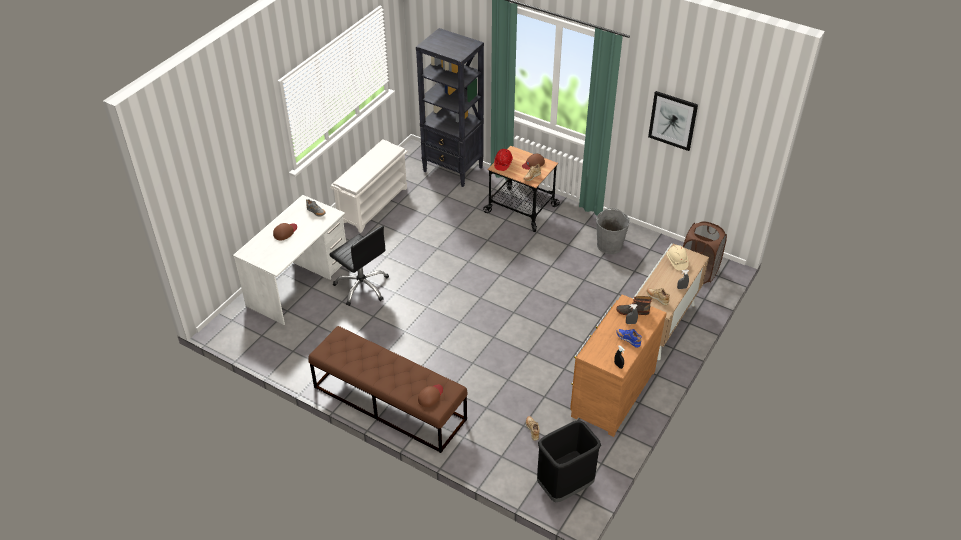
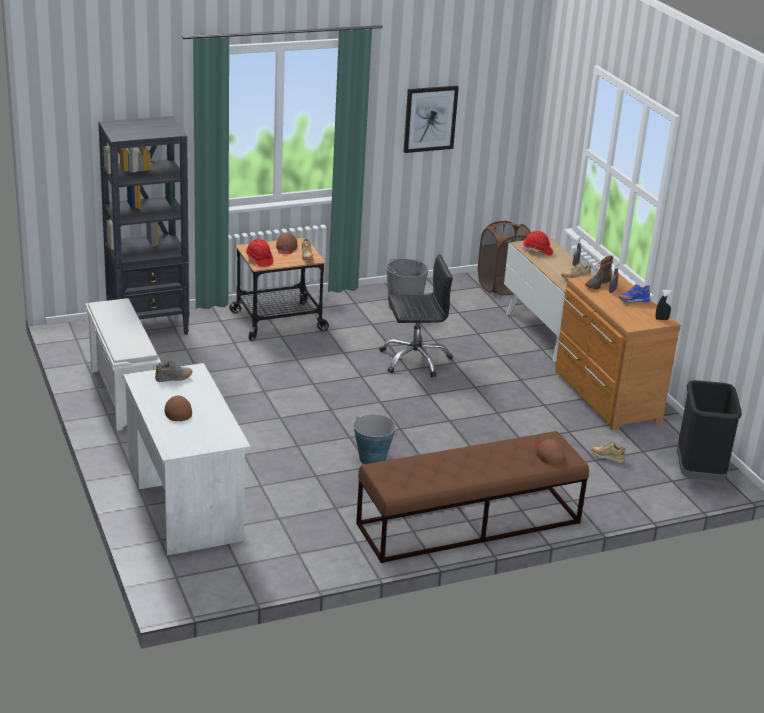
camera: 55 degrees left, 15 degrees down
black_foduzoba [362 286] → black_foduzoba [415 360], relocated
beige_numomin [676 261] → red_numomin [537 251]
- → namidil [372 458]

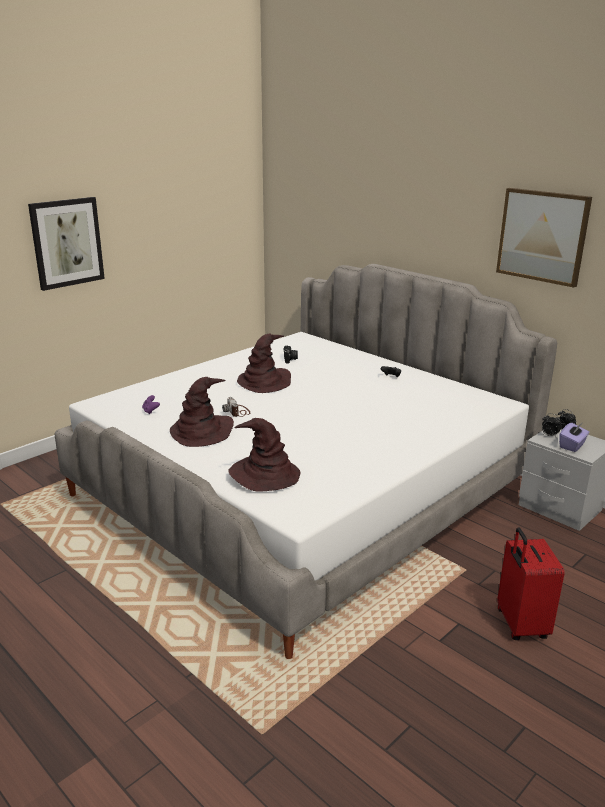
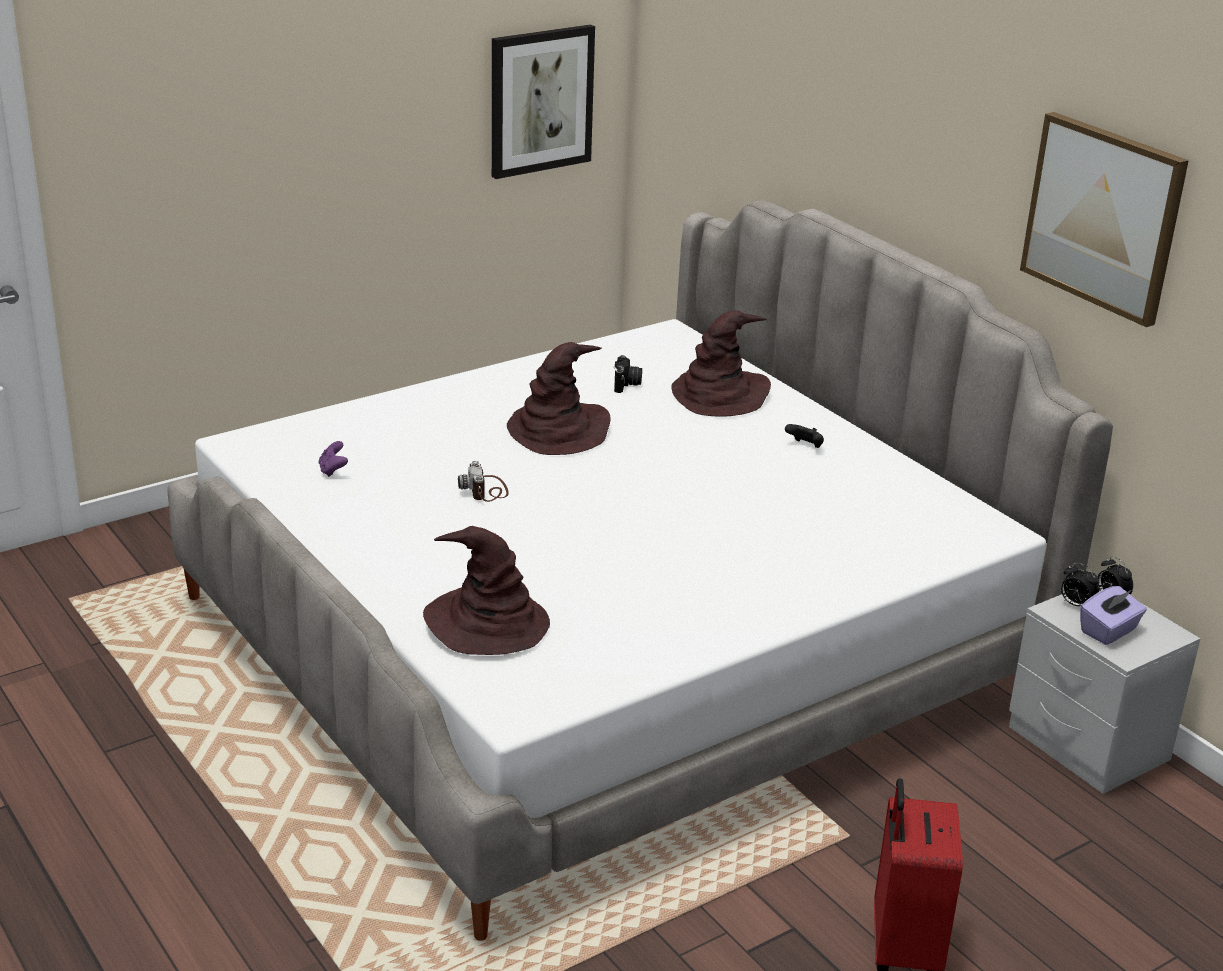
camera: 10 degrees right, 5 degrees up
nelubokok [67 242] → nelubokok [540 100], relocated
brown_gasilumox [202 431] → brown_gasilumox [720 394], relocated

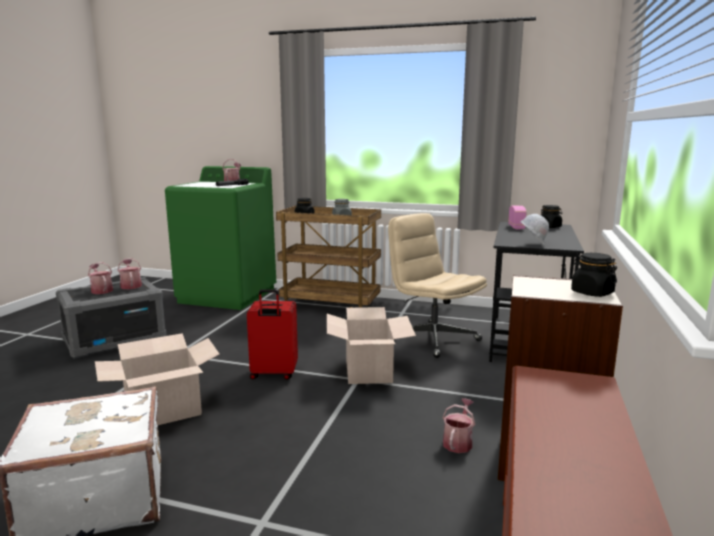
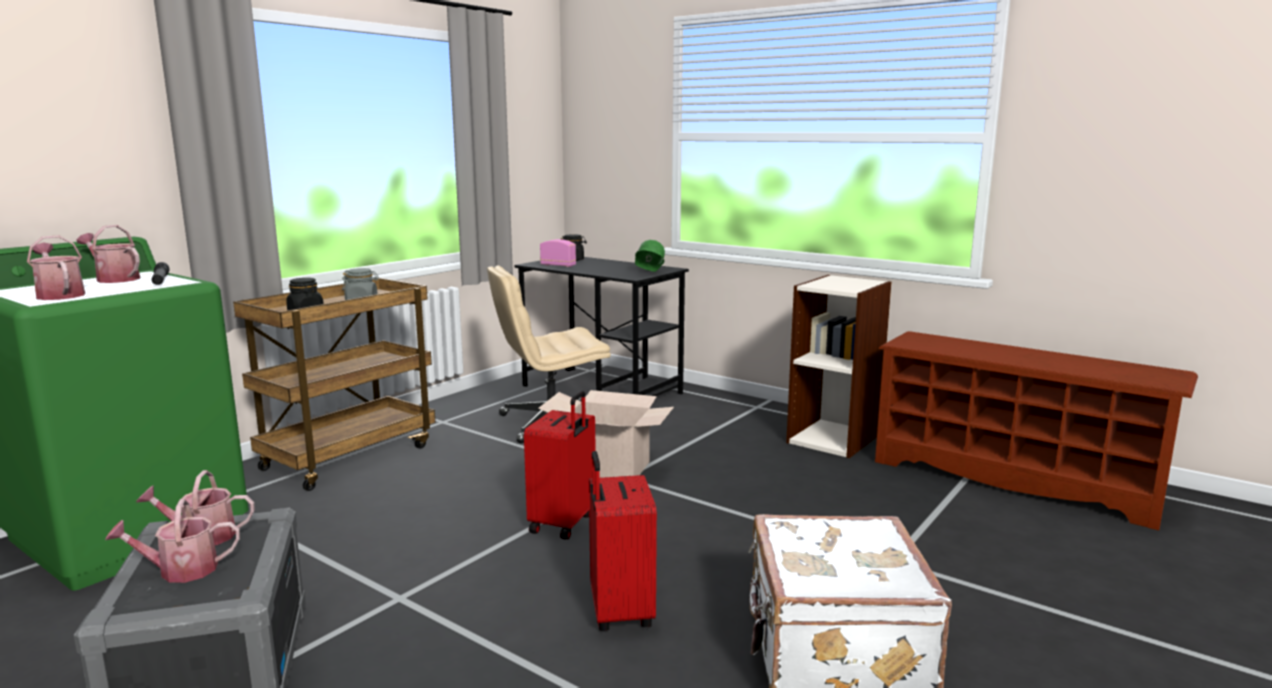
camera: 70 degrees left, 0 degrees up
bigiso [163 410] → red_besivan [618 612]
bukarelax [458 442] → bukarelax [59 295], relocated
white_numomin [532 244] → green_numomin [648 273]
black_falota [591 293] → -

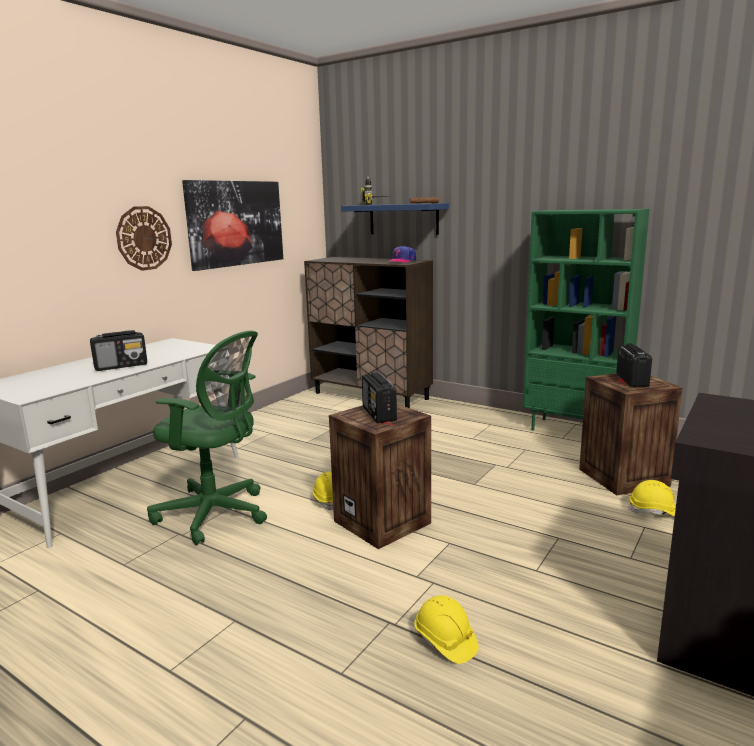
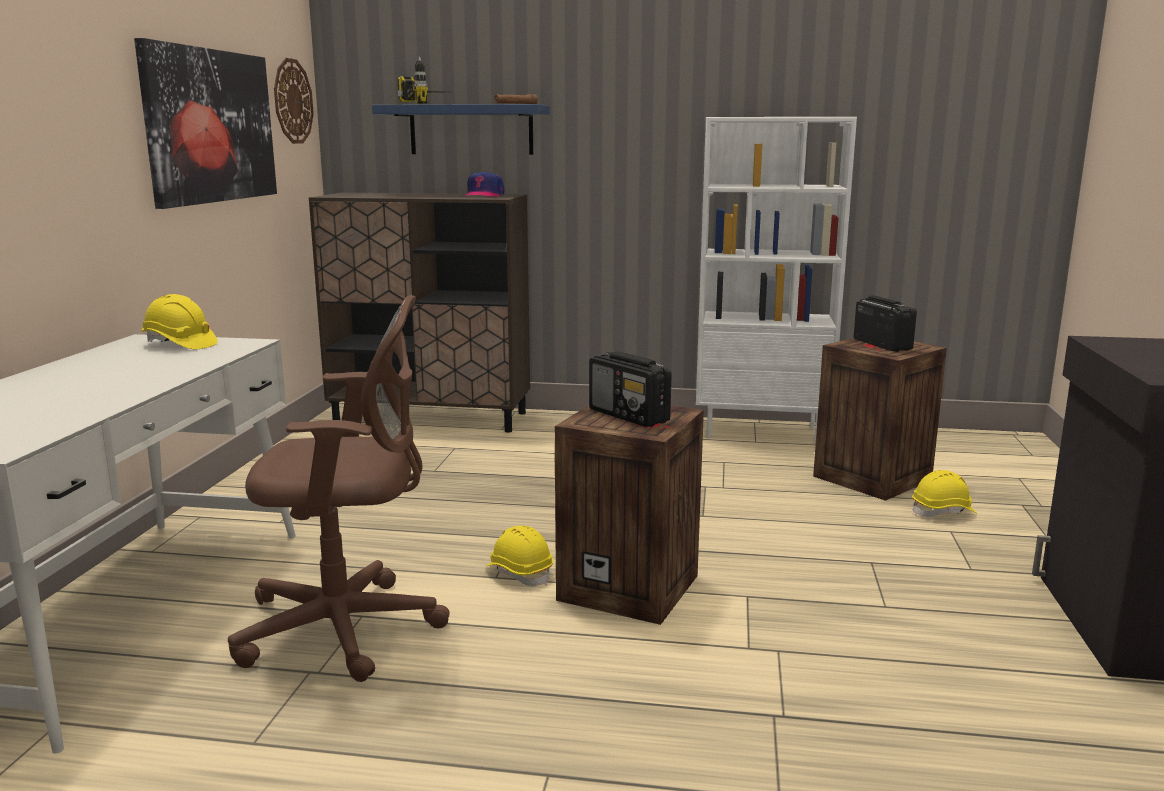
camera: 25 degrees left, 0 degrees up
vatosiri [121 366] → -
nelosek [144 238] → nelosek [292 101], relocated
green_foduzoba [216 514] → brown_foduzoba [348 629]
yellow_numomin [445 641] → yellow_numomin [180 344], relocated
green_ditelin [575 431] → white_ditelin [762 431]

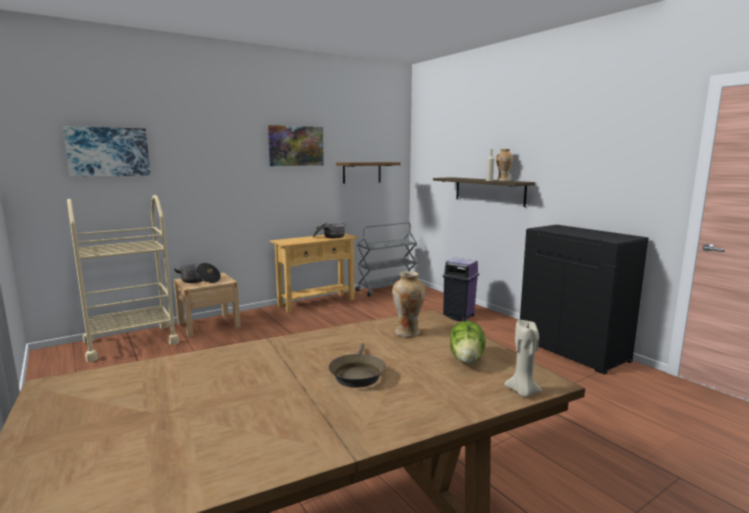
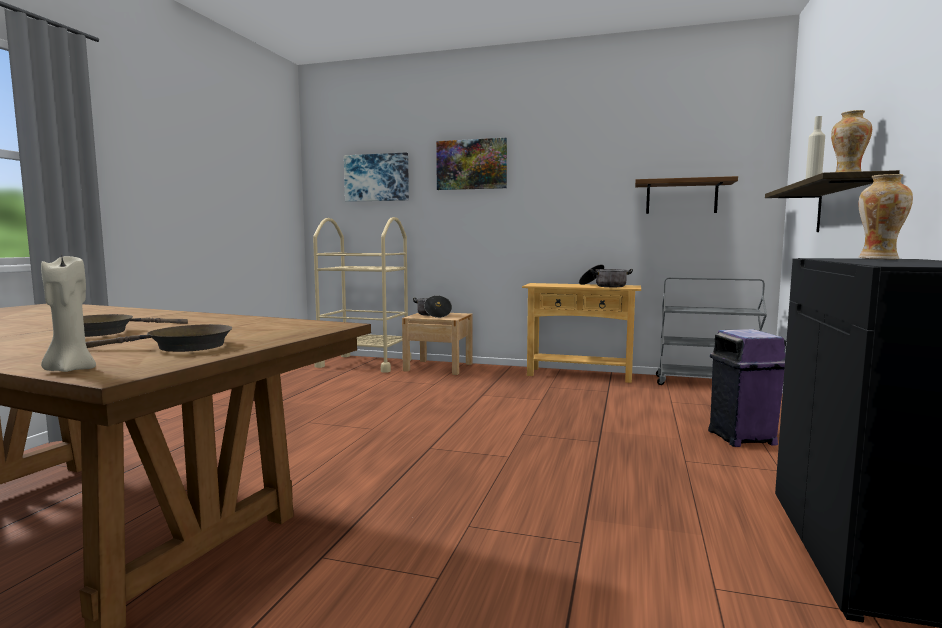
camera: 50 degrees right, 5 degrees down
nelubokok [296 146] → nelubokok [471 164], relocated
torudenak [407 332] → torudenak [879 259], relocated
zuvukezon [467 359] → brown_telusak [183 347]

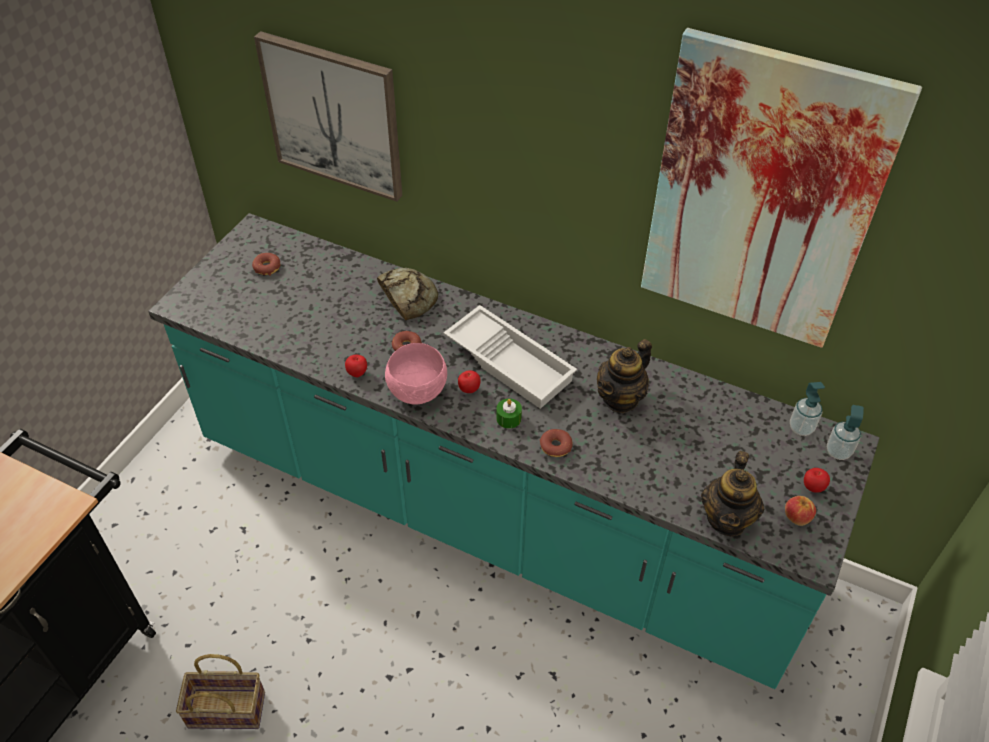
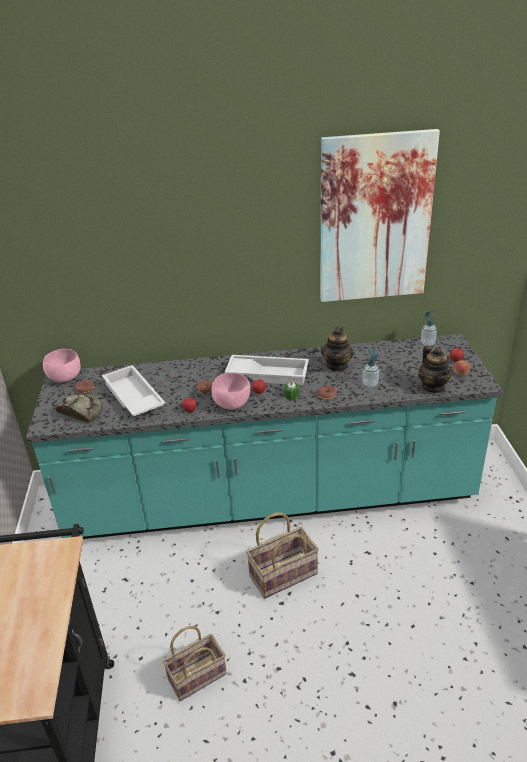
camera: 30 degrees left, 15 degrees down
nelubokok [334 116] → -
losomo [407 296] → losomo [81 411], relocated
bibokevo [838 451] → bibokevo [370 384], relocated
- → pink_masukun [65 378]
- → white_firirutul [132 397]
- → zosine [283 574]

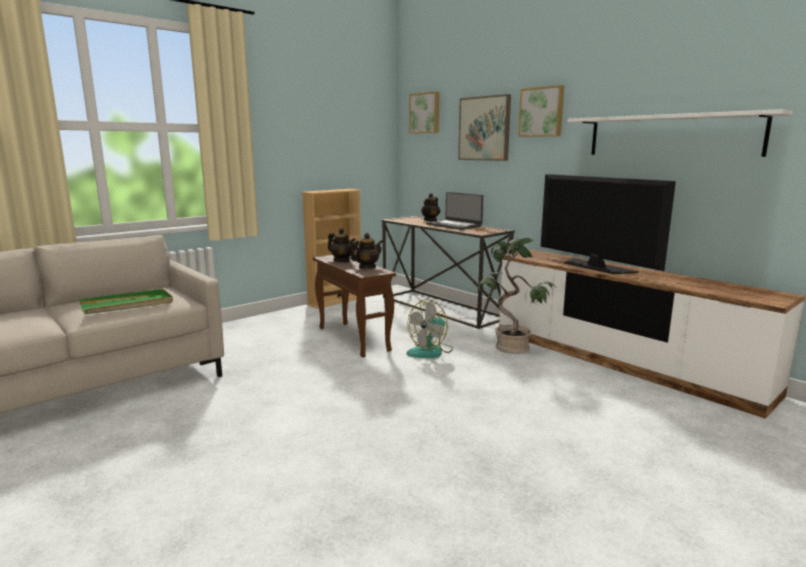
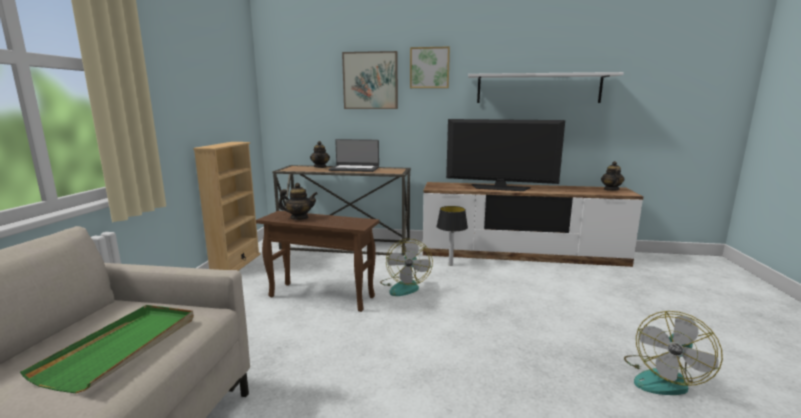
camera: 40 degrees left, 0 degrees up
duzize [367 267] → duzize [611 189], relocated
nelubokok [425 113] → -
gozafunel [511 348] → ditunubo [450 264]
- → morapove [663 378]

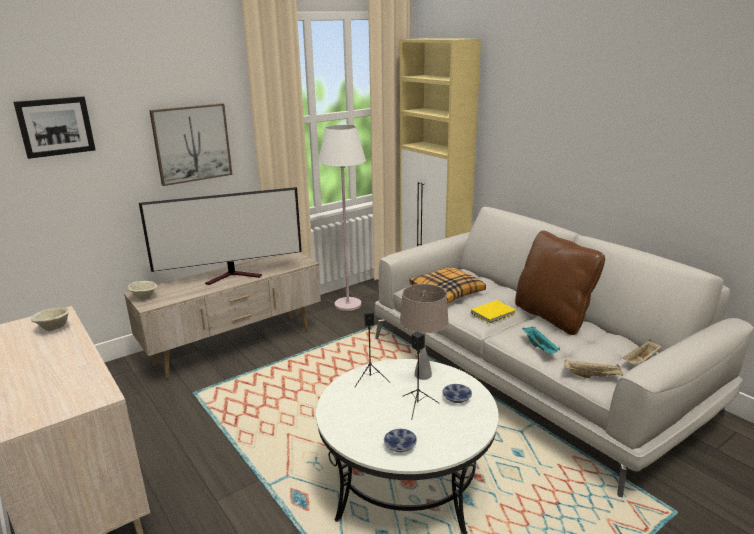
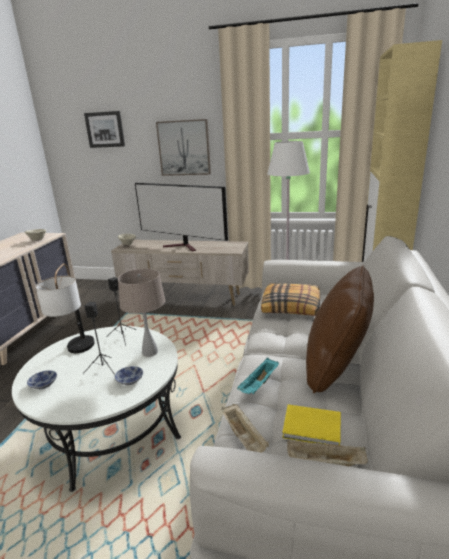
camera: 50 degrees right, 0 degrees up
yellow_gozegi [494 313] → yellow_gozegi [313 428], relocated
- → ditunubo [77 353]

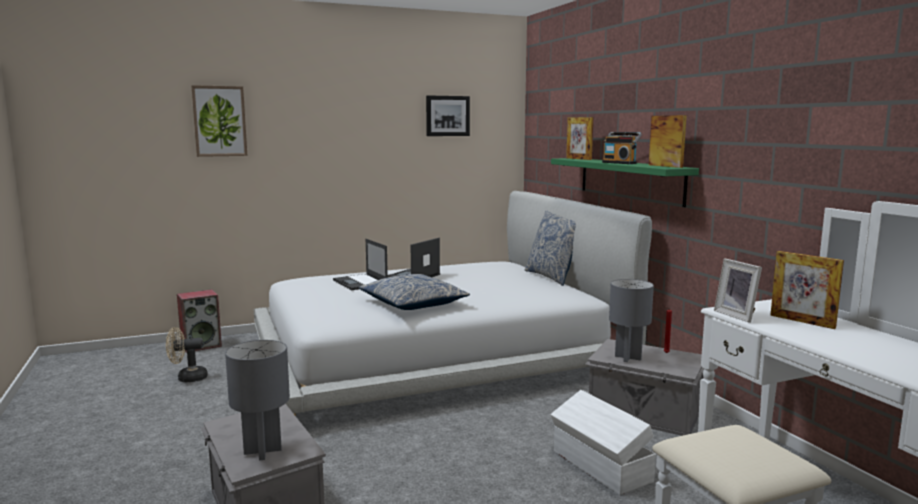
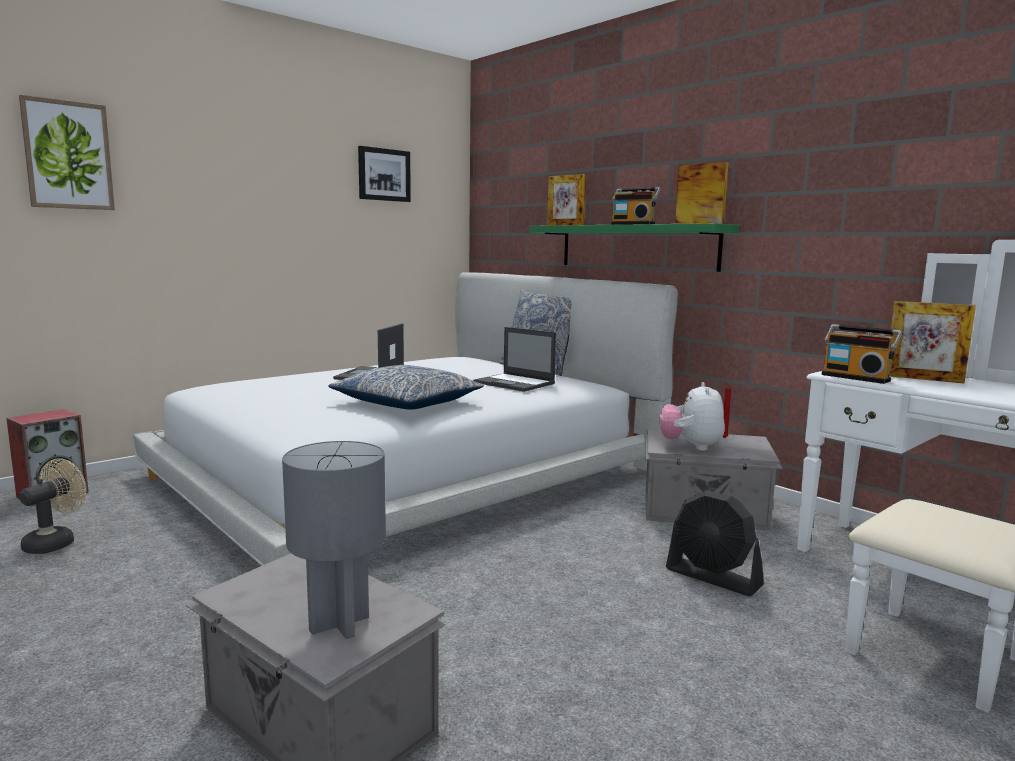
camera: 20 degrees left, 0 degrees up
beige_morapove [187 378] → beige_morapove [56 542], 150 degrees clockwise
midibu [360 282] → midibu [515 383], relocated
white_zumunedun [601 467] → black_morapove [713 577]
grey_ditunubo [628 358] → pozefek [691 446]
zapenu [738 315] → vatosiri [856 377]

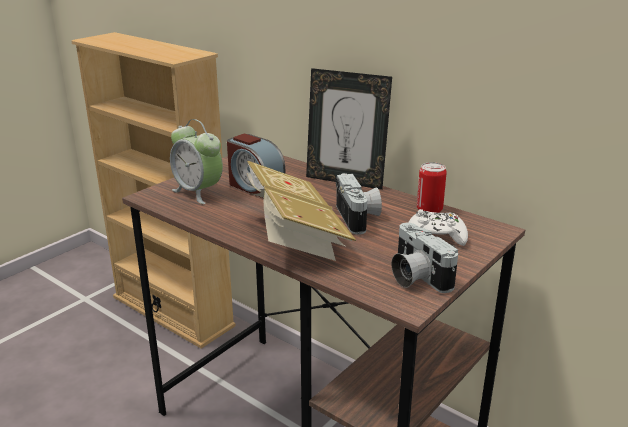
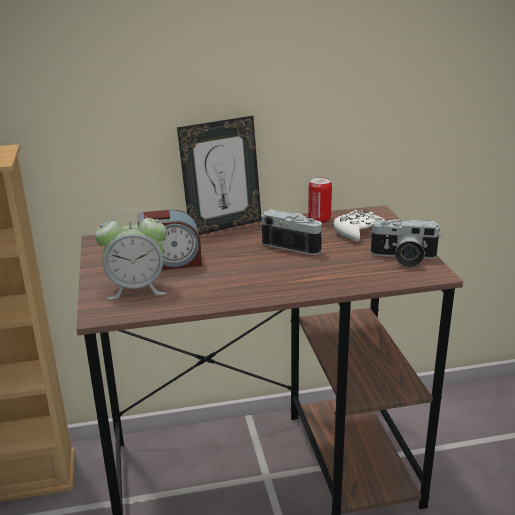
camera: 50 degrees left, 0 degrees up
gozegi [293 236] → -

